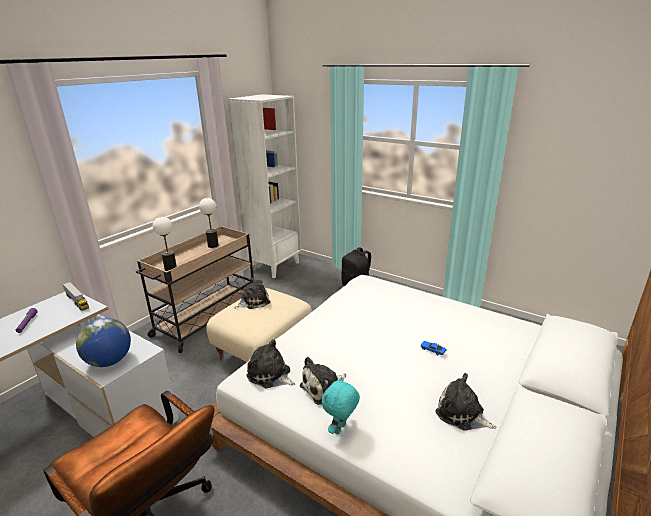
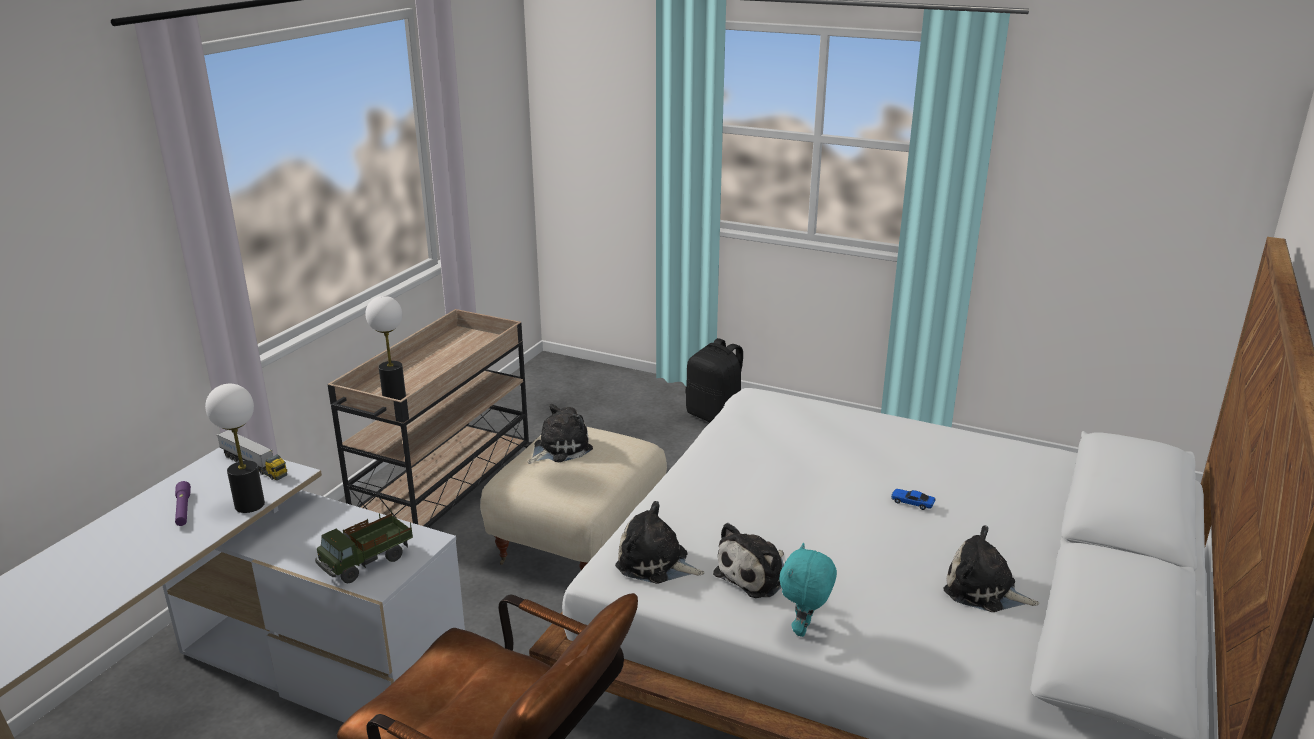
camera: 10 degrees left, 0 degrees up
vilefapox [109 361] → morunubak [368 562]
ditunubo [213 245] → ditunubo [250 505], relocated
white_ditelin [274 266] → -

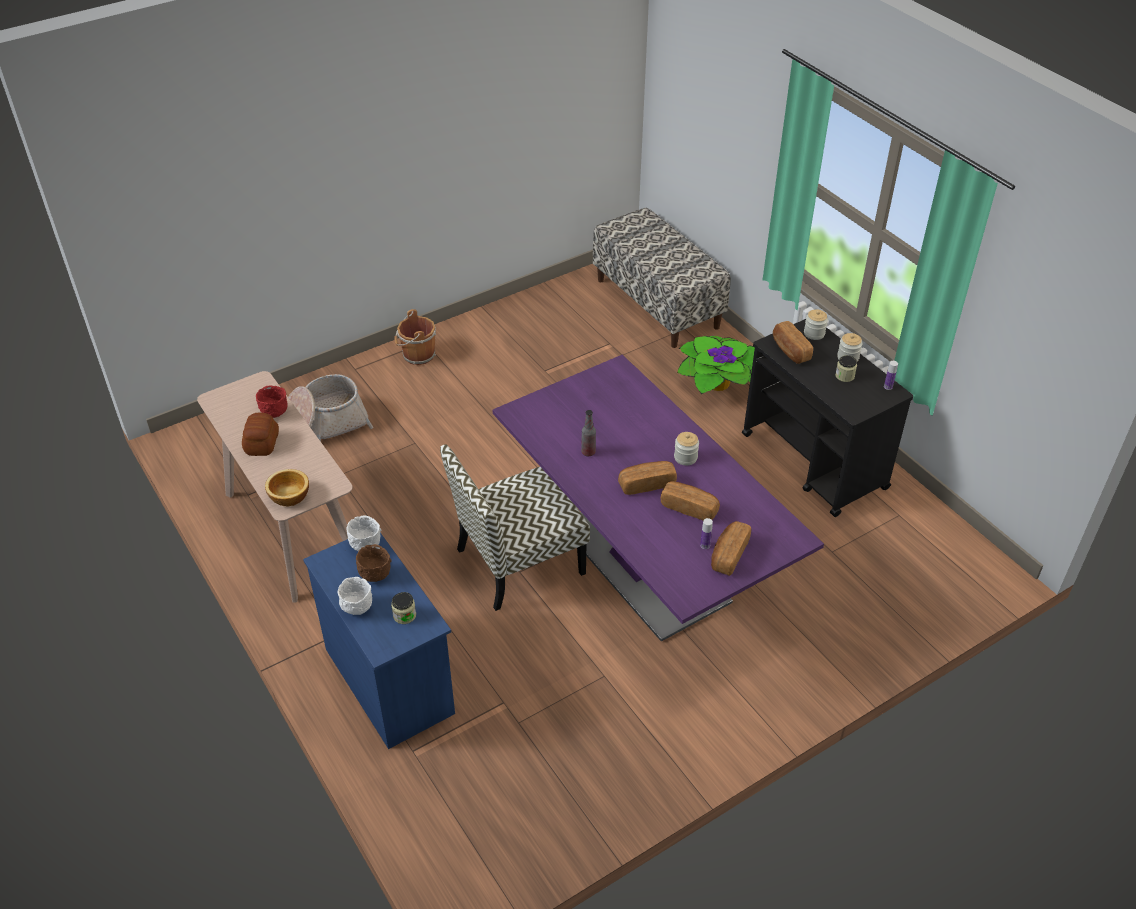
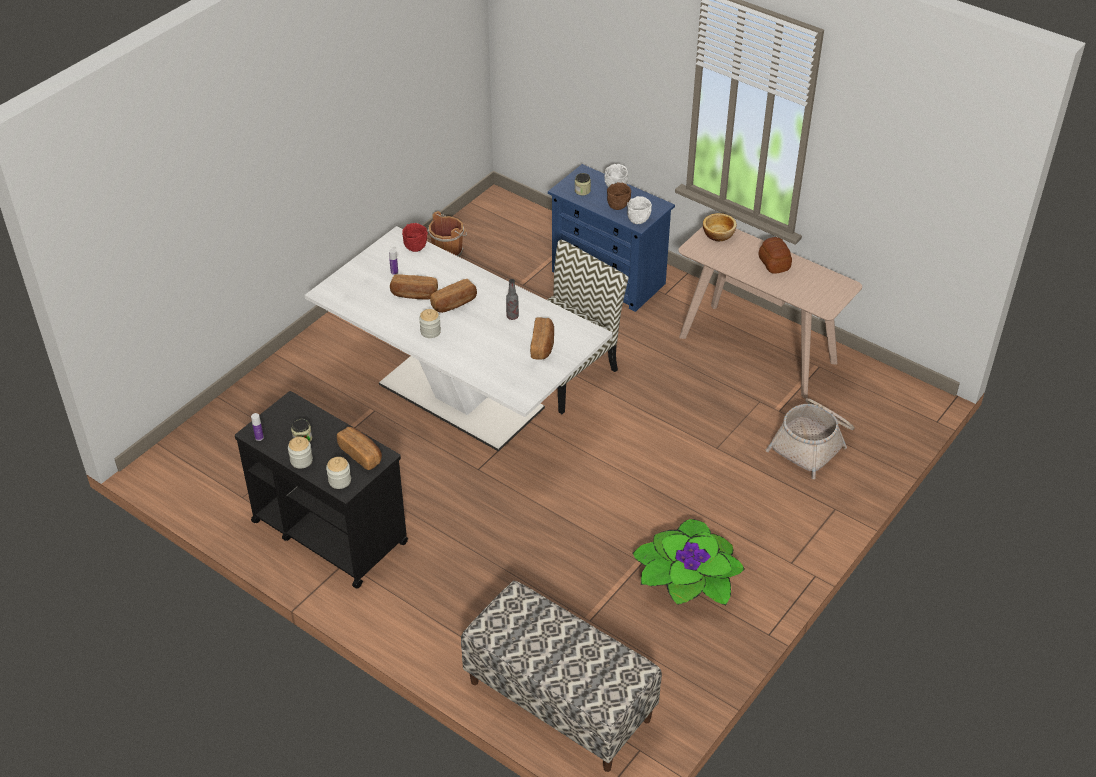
camera: 160 degrees right, 0 degrees up
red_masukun [274 413] → red_masukun [416 247], relocated
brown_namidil [417 355] → brown_namidil [448 251], relocated
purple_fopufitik [643 563] → white_fopufitik [461 397]
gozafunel [720 383] → gozafunel [687 581], relocated
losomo [728 555] → losomo [543 345], relocated

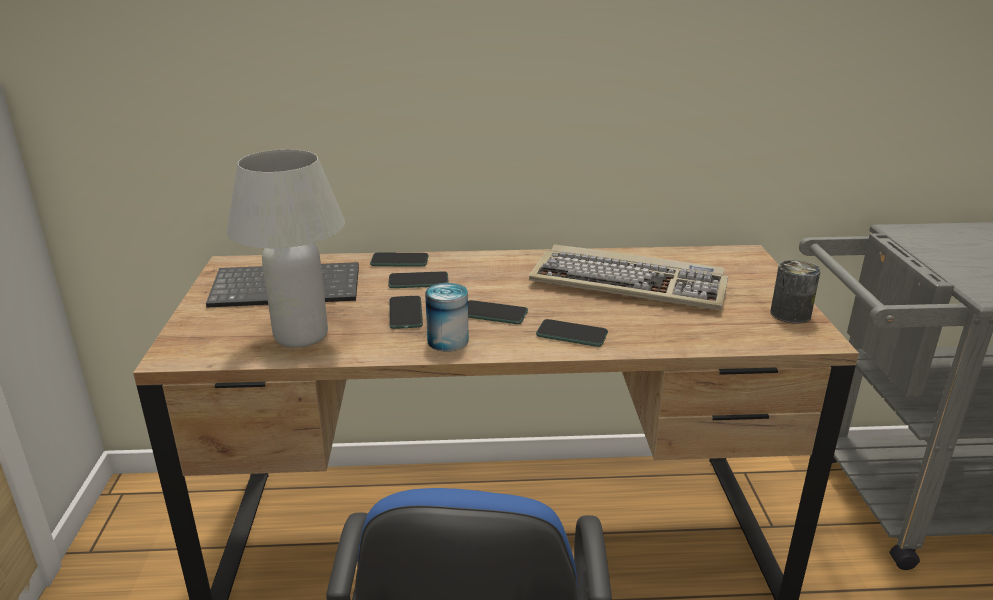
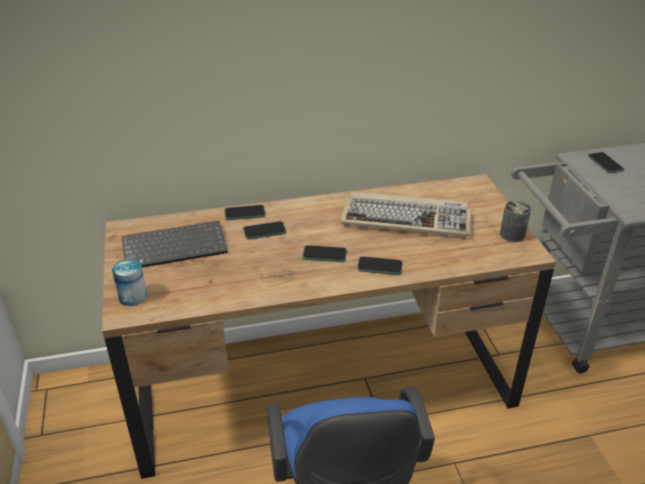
camera: 10 degrees left, 10 degrees up
white_ditunubo [301 335] → -
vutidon [405 313] → vutidon [605 163], relocated
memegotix [448 341] → memegotix [132 296], relocated

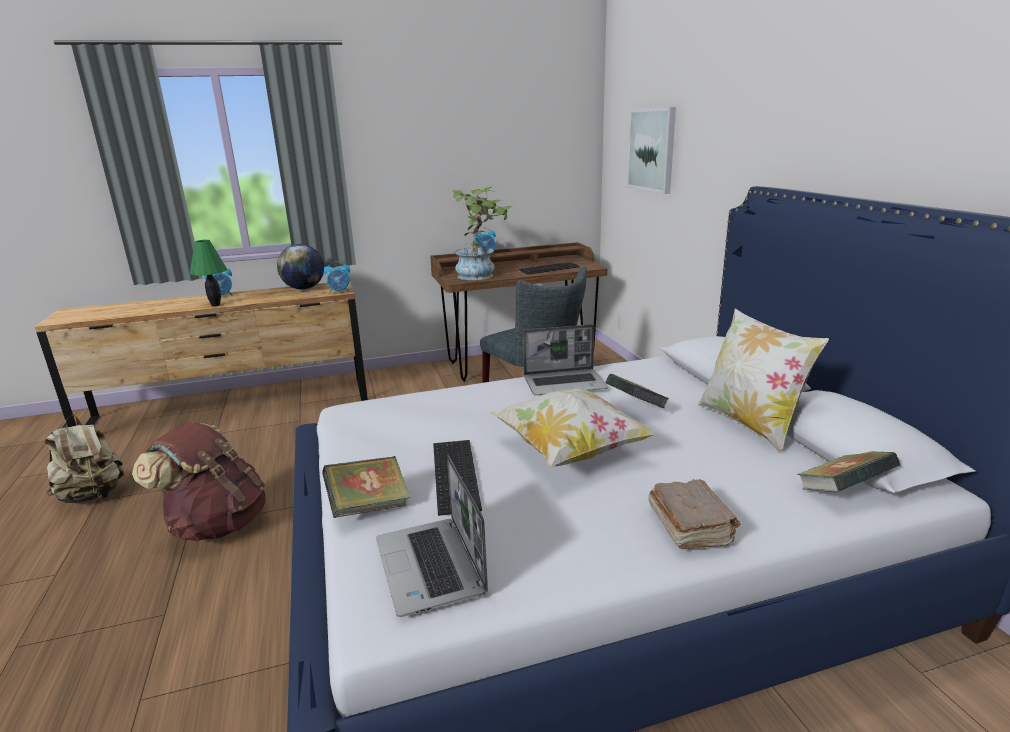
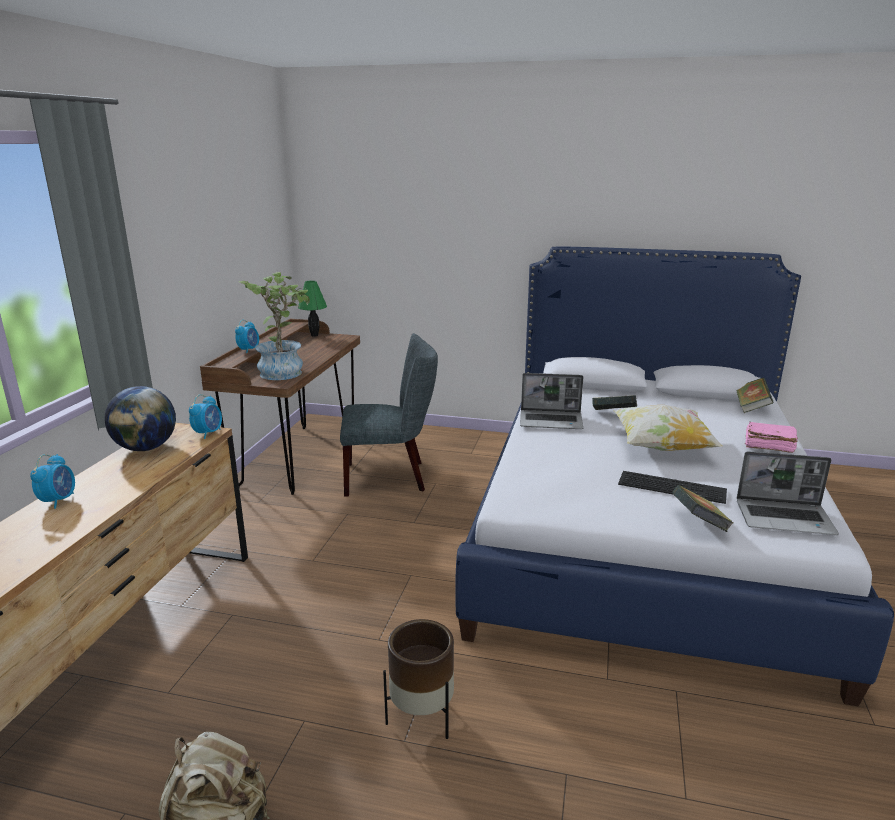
camera: 60 degrees left, 0 degrees up
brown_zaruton [217 524] → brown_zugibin [421 716]
green_ditunubo [215 305] → green_ditunubo [315 335], relocated
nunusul [549 268] → -
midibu [565 383] → midibu [551 421], 75 degrees clockwise
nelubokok [652 150] → -
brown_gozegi [690 526] → pink_gozegi [768 445]
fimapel [750 424] → -

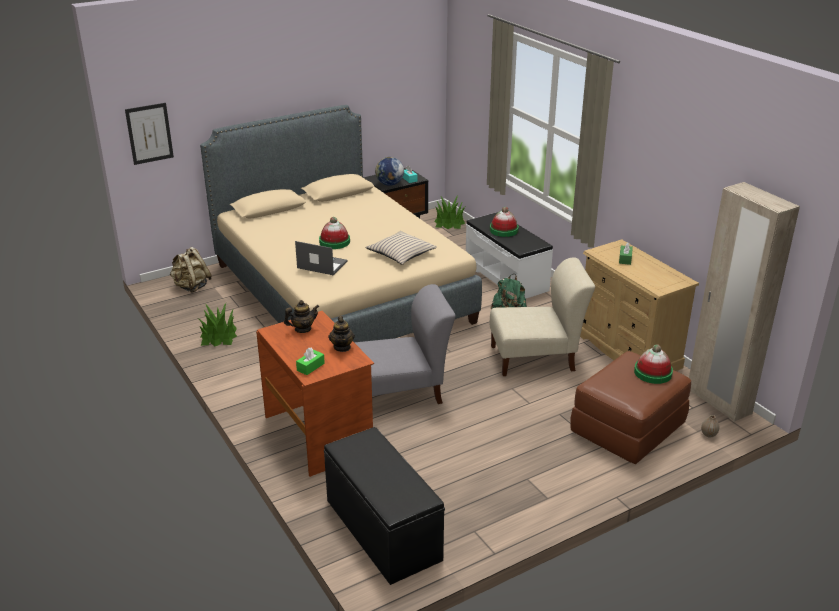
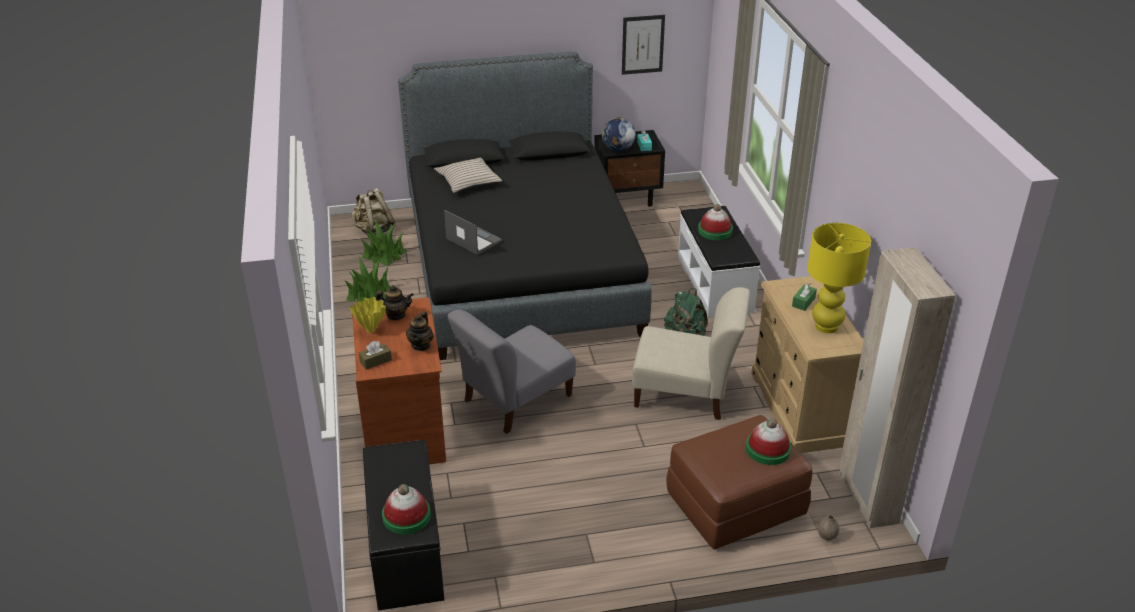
camera: 20 degrees right, 5 degrees up
nelubokok [149 133] → nelubokok [642 44], relocated
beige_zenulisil [340 292] → black_zenulisil [519 267]
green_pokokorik [310 367] → brown_pokokorik [375 361]
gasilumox [334 242] → gasilumox [406 516], relocated
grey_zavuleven [401 392] → grey_zavuleven [514 400], 135 degrees clockwise
beige_fimapel [401 254] → beige_fimapel [468 181], relocated
gozafunel [449 222] → gozafunel [384 254], relocated
- → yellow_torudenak [371 330]
- → yellow_ditunubo [826 326]

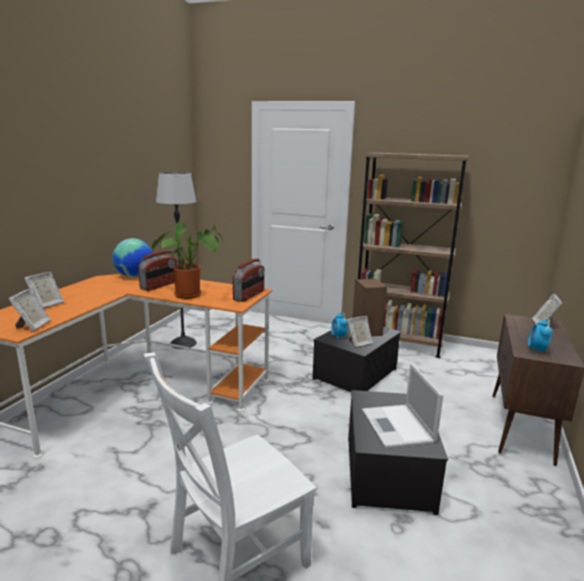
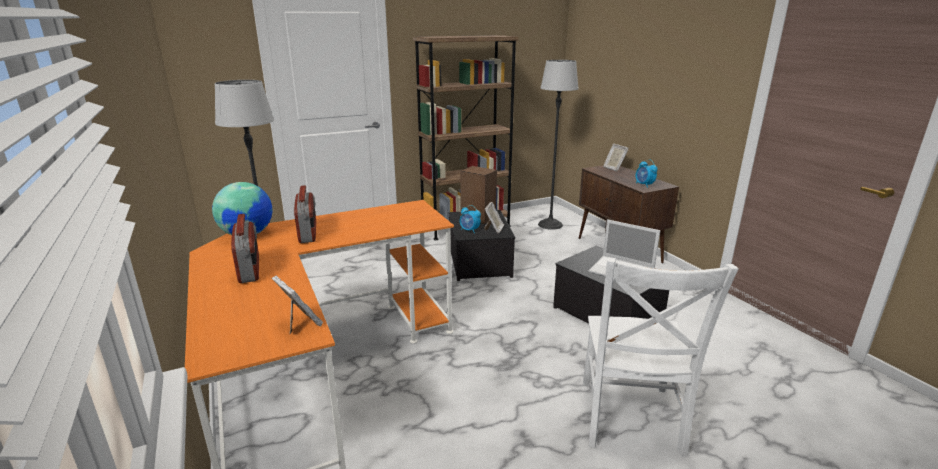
camera: 45 degrees left, 5 degrees up
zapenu [47 305] → -
gozafunel [191 295] → -
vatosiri [249 295] → vatosiri [250 269], relocated
- → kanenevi [550 224]

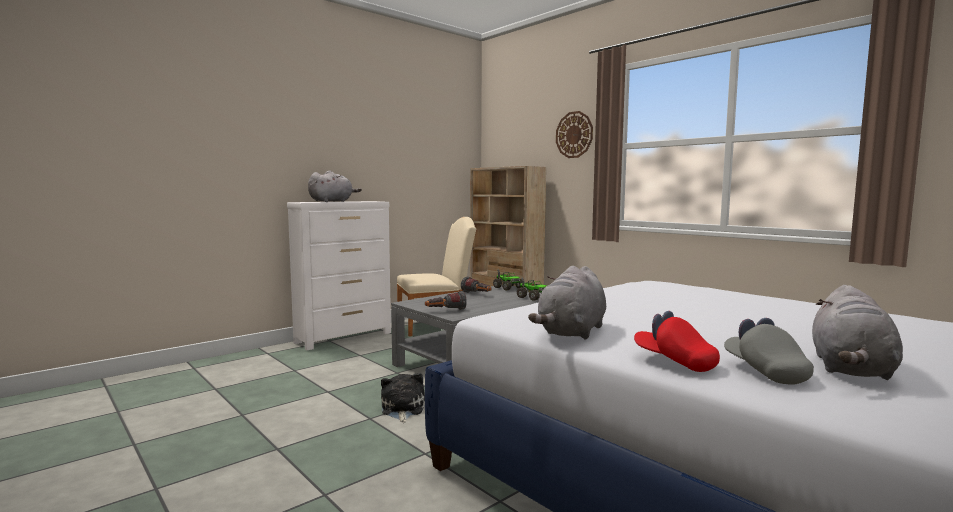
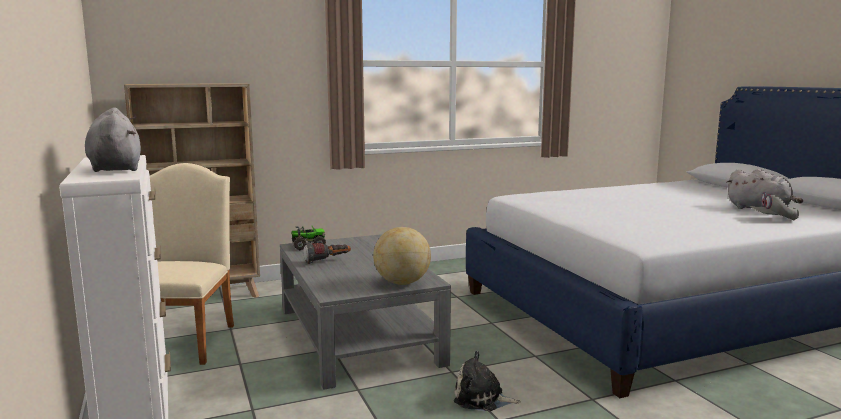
camera: 70 degrees left, 5 degrees up
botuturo [445 311] → vilefapox [402 283]
morunubak [533 297] → -
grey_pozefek [572 332] → -
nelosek [574 134] → -
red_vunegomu [674 362] → -

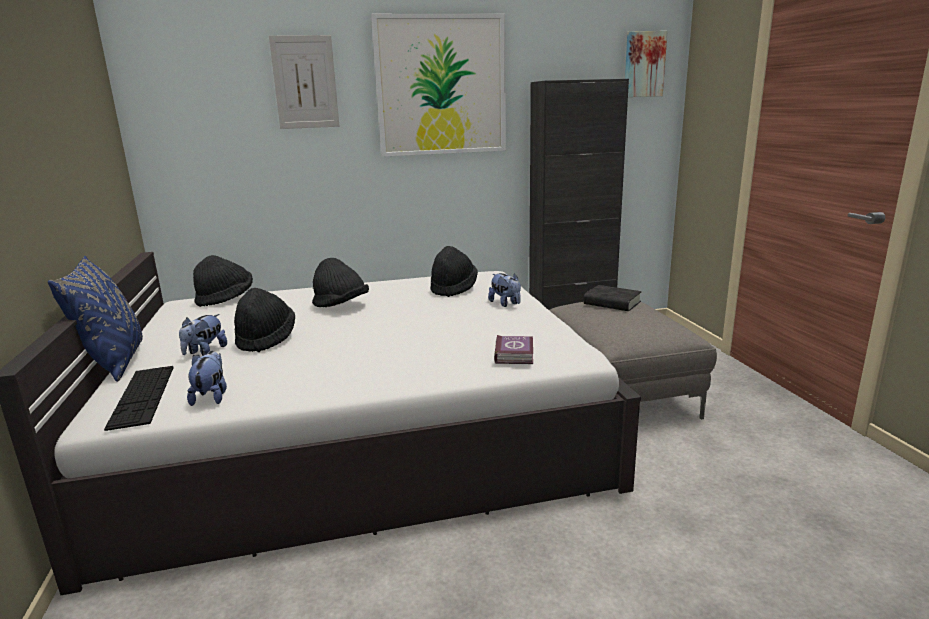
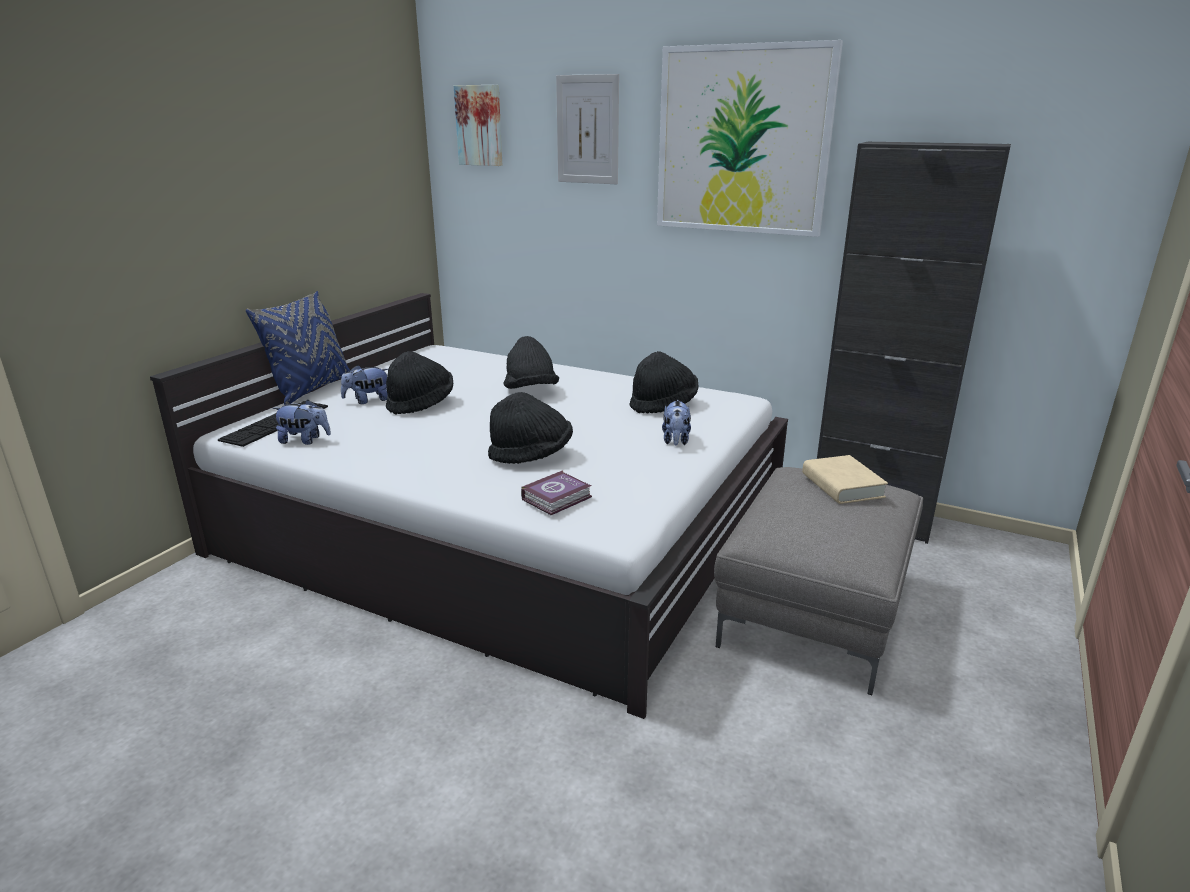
camera: 40 degrees right, 5 degrees up
pozefek [211 396] → pozefek [305 440], 60 degrees clockwise
black_gasilumox [225 299] → black_gasilumox [531 456], relocated
black_gozegi [612 303] → beige_gozegi [842 486]
nelubokok [643 64] → nelubokok [480 125], relocated

